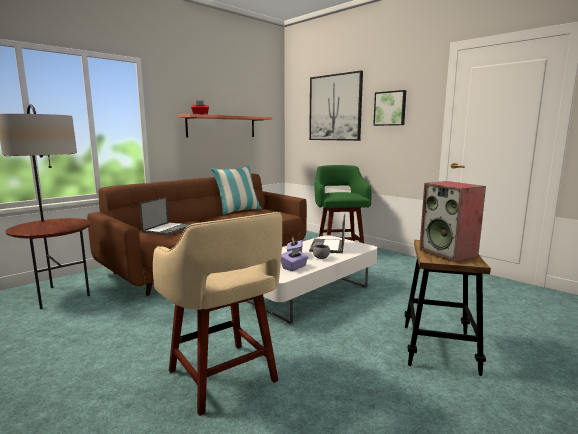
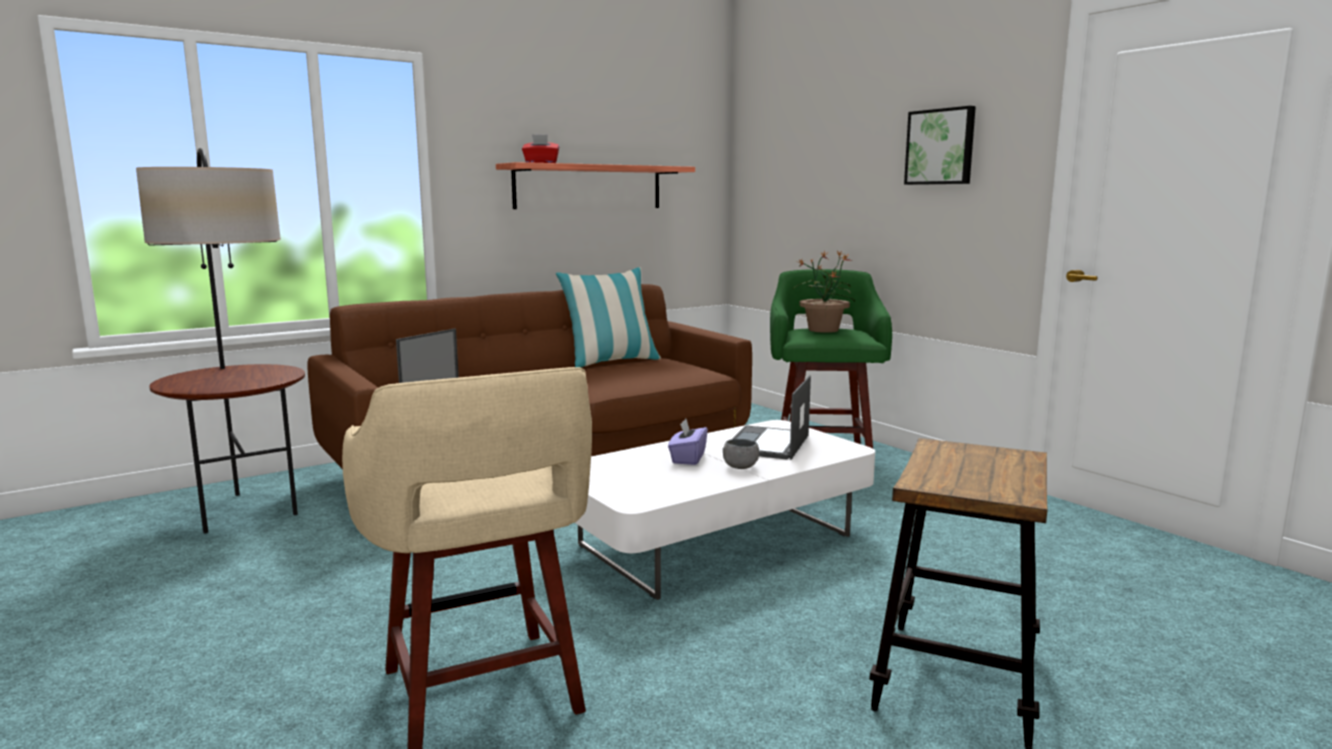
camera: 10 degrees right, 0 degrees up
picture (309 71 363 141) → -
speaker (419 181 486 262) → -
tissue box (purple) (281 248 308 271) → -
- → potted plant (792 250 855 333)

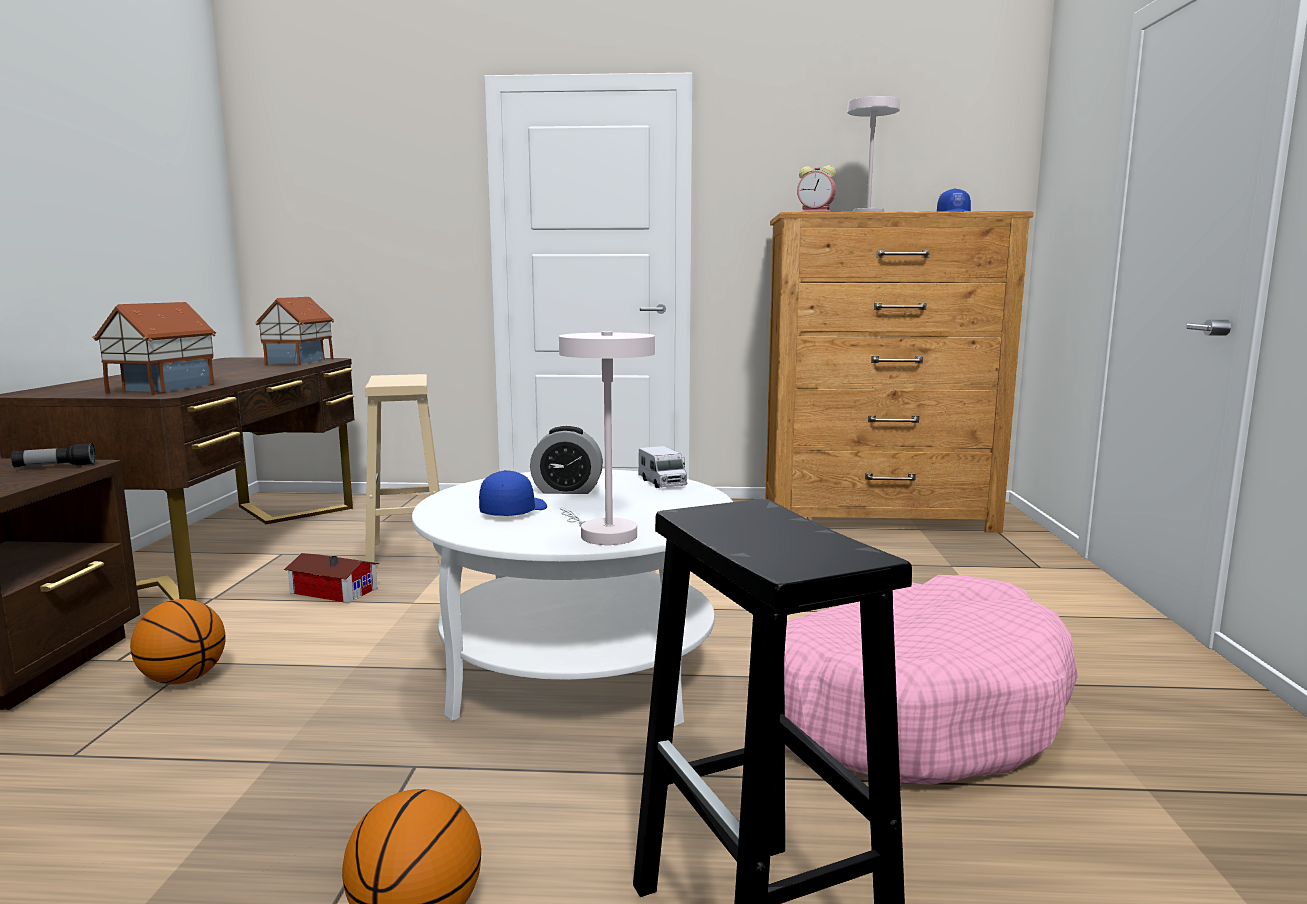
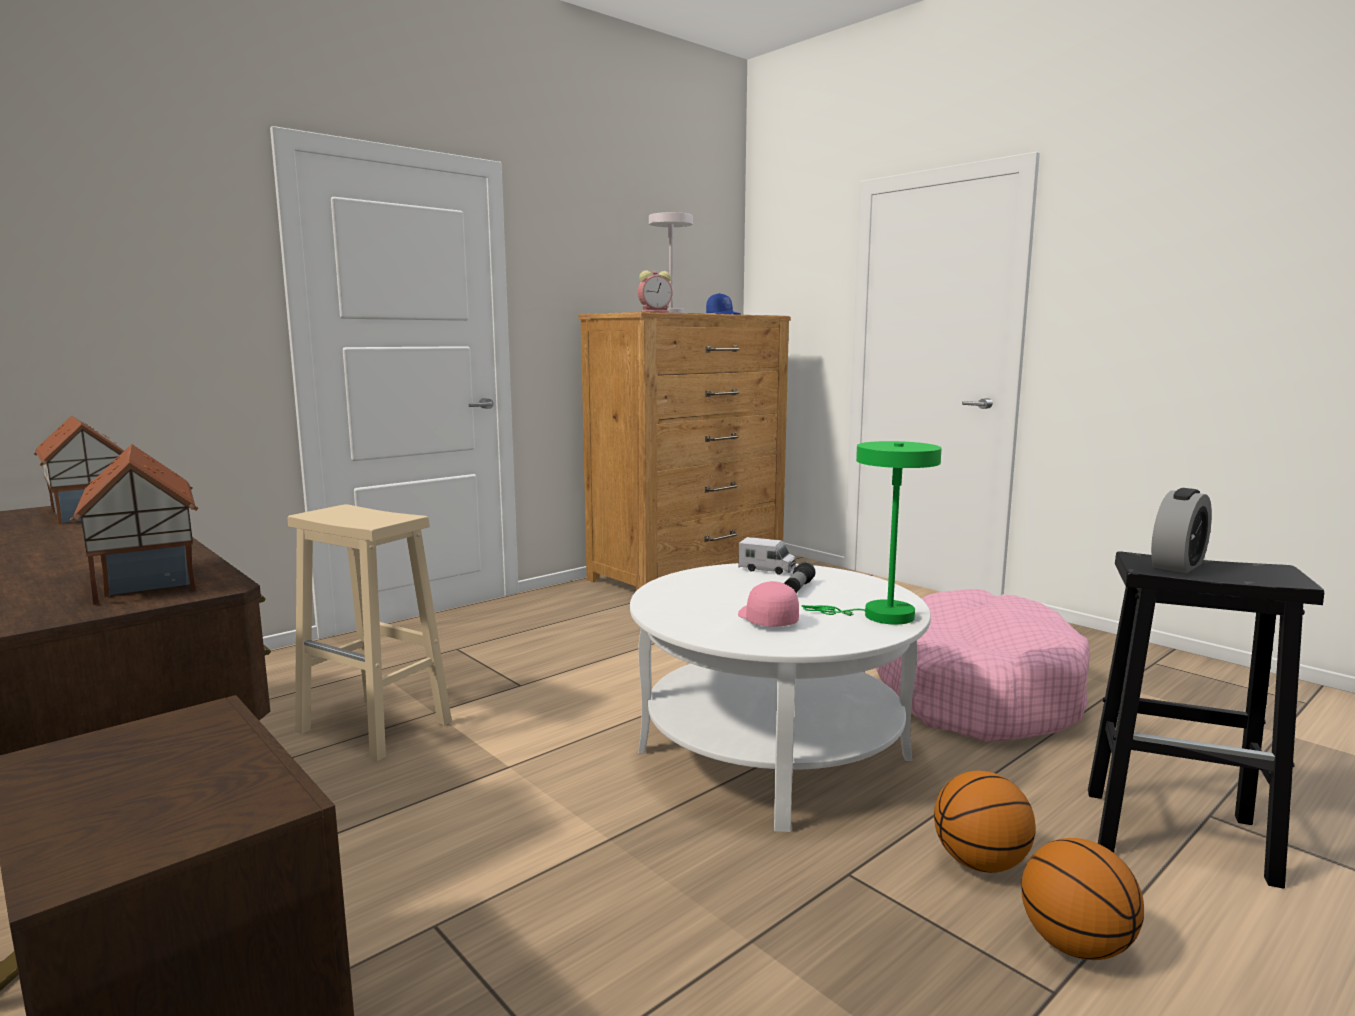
camera: 45 degrees left, 0 degrees up
table lamp (white) (559 331 655 545) → table lamp (green) (802 441 942 625)
alarm clock (530 426 603 494) → alarm clock (1151 488 1212 573), moved
flashlight (11 443 95 467) → flashlight (784 562 816 593), moved
cap (blue) (479 470 547 516) → cap (pink) (738 581 799 627)
toy house (284 553 379 603) → -
basketball (130 599 226 684) → basketball (934 771 1036 873), moved

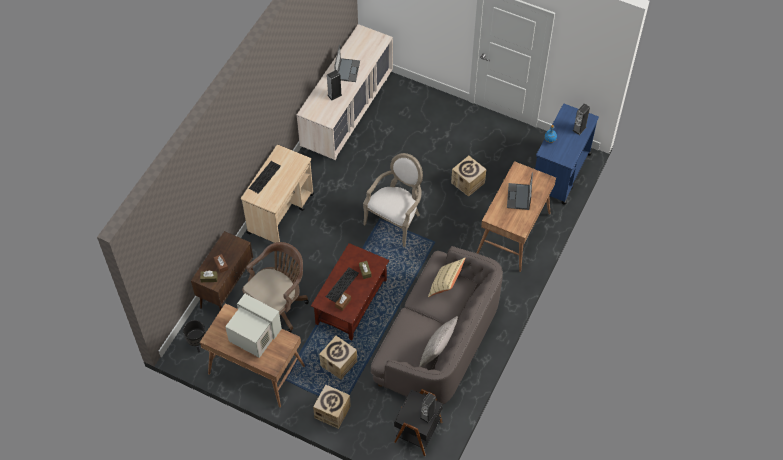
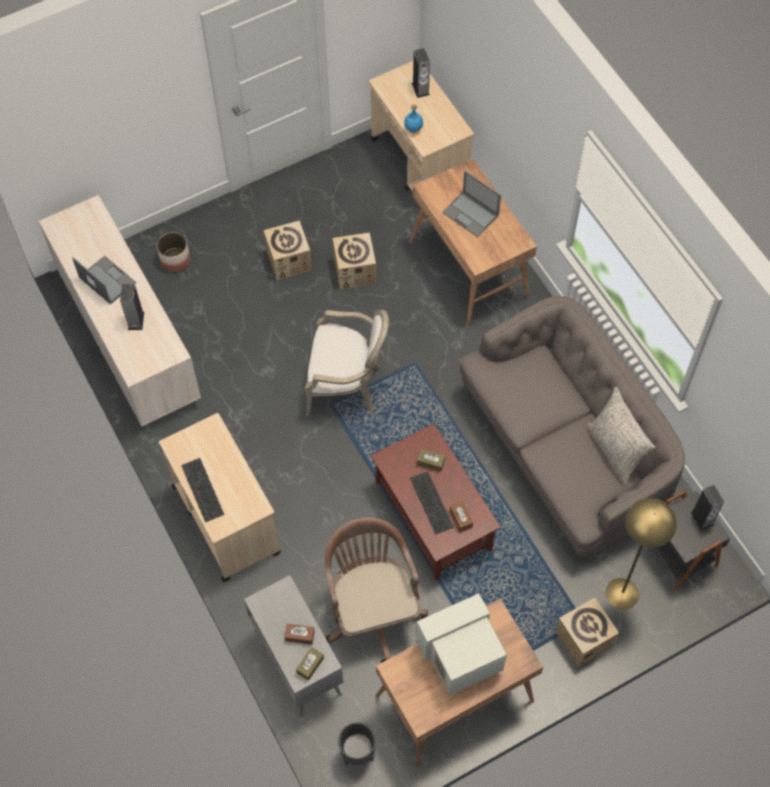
camera: 55 degrees left, 5 degrees up
cart (blue) (535 104 599 205) → cart (beige) (369 61 474 192)
armchair (363 153 423 247) → armchair (305 309 389 416), 120 degrees clockwise
cabinet (brown) (191 231 253 310) → cabinet (grey) (244 575 343 717)
pillow (beige) (428 258 465 297) → -
cardboard box (319 336 357 379) → cardboard box (264 220 311 280), moved
- → planter (157 232 190 272)
- → floor lamp (yellow) (606 498 677 610)

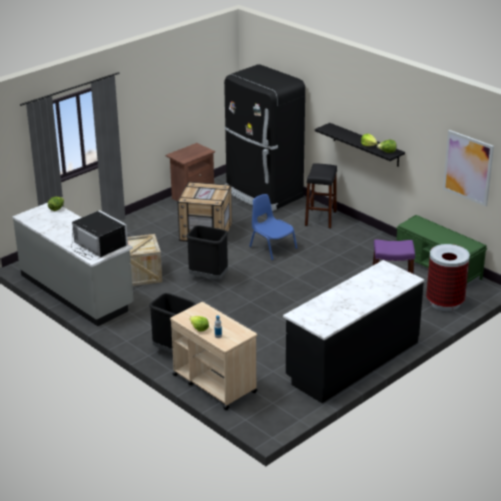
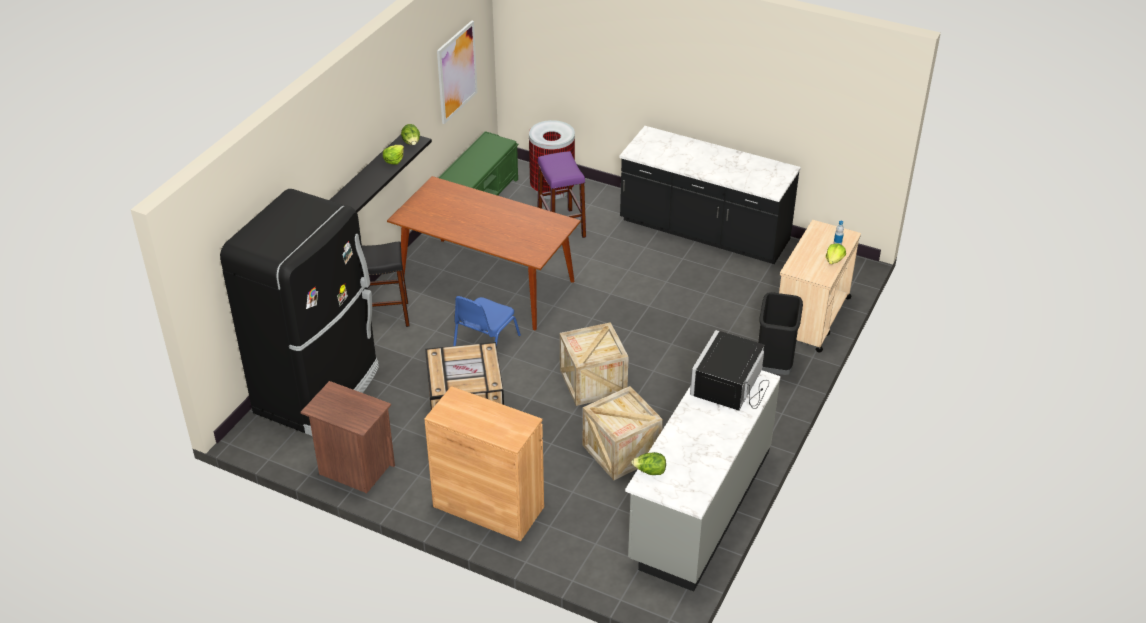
camera: 110 degrees left, 10 degrees up
trash can (black) (186 225 228 279) → crate (560 322 629 406)
- → dining table (brown) (387 176 581 331)
- → cabinet (brown) (424 386 544 541)

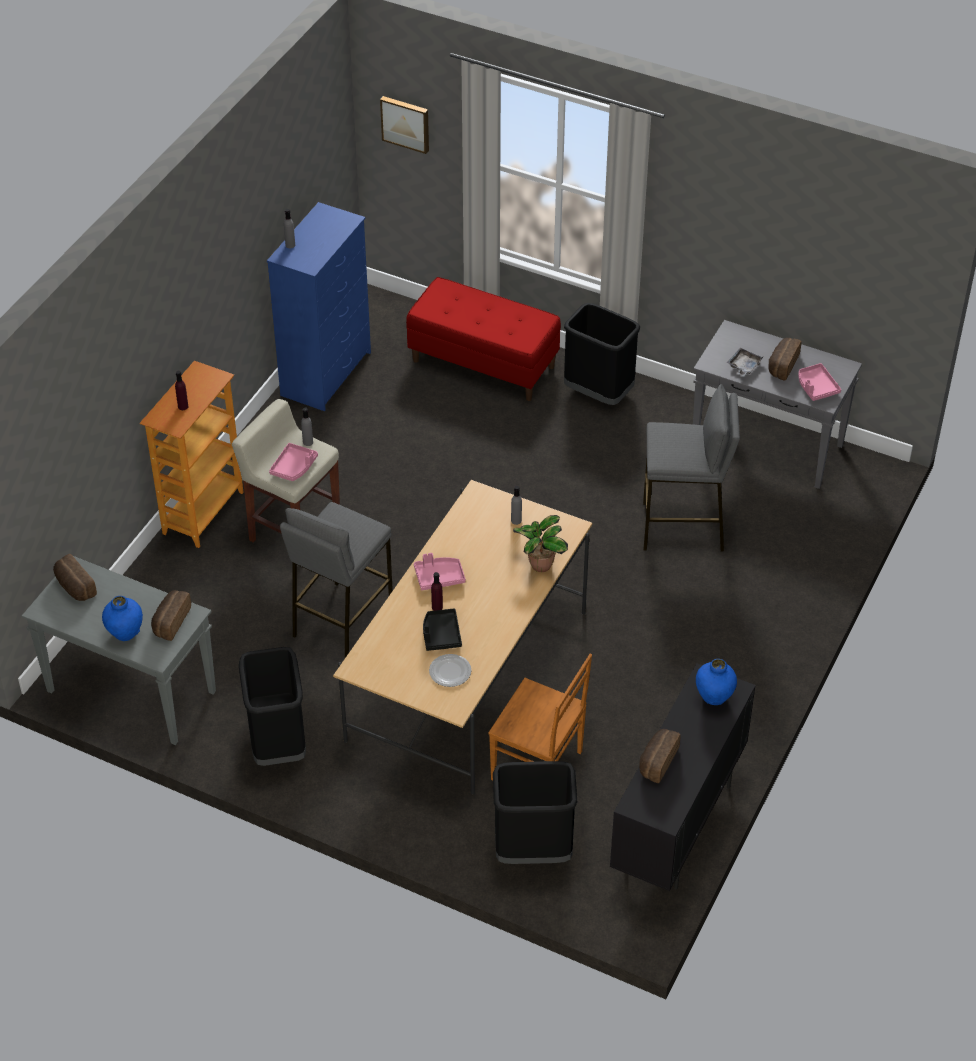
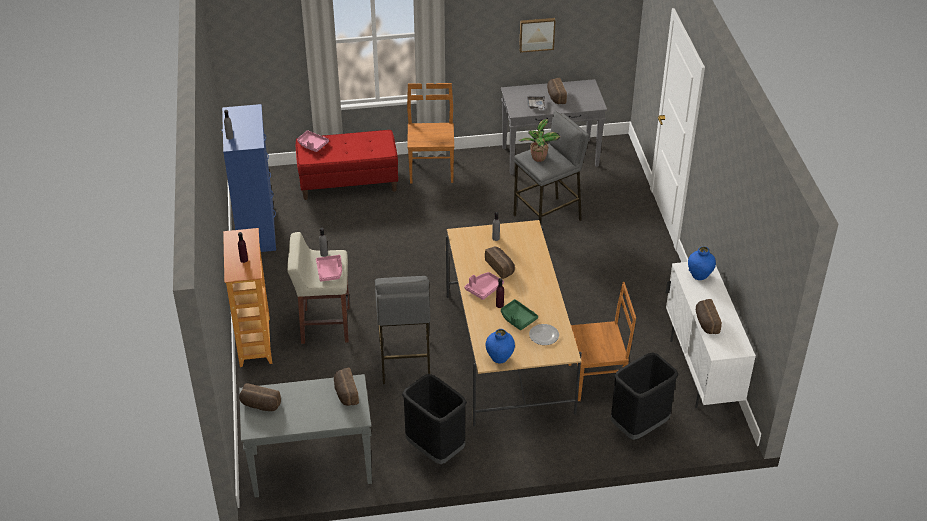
camera: 35 degrees left, 5 degrees down
picture (380 96 429 154) → picture (519 18 556 53), moved
trash can (black) (564 303 640 405) → chair (brown) (407 83 454 183)
tray (pink) (798 363 841 401) → tray (pink) (297 130 329 152), moved
potted plant (513 515 568 572) → potted plant (519 119 560 162), moved
vase (blue) (102 596 143 641) → vase (blue) (486 329 515 363), moved
tray (black) (423 608 462 651) → tray (green) (501 299 538 330)
cabinet (black) (610 664 756 891) → cabinet (white) (666 262 756 408)
- → bread (485 247 515 279)

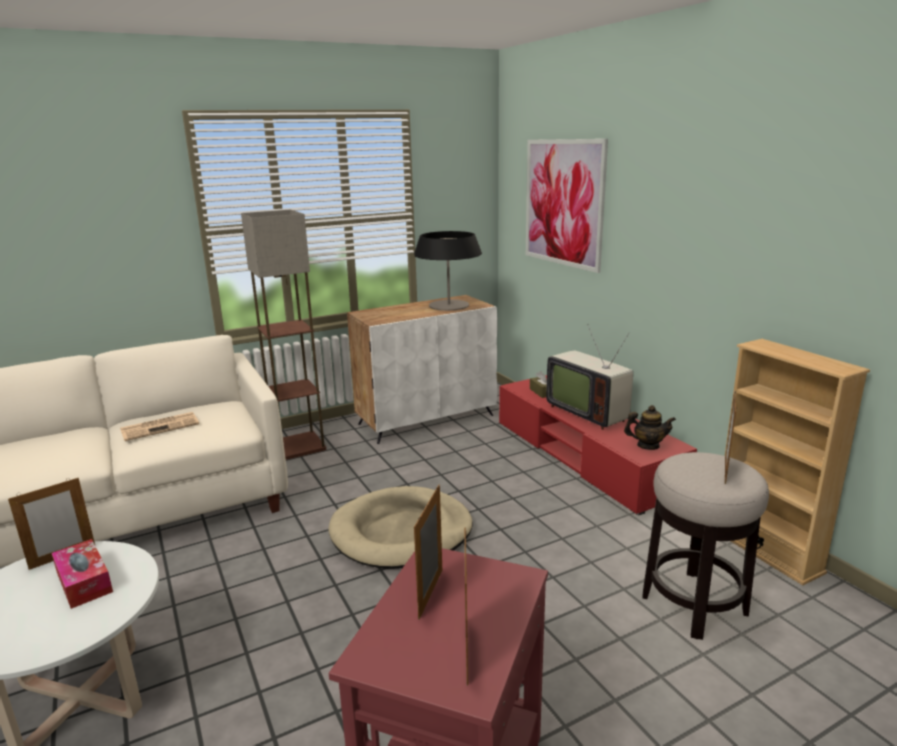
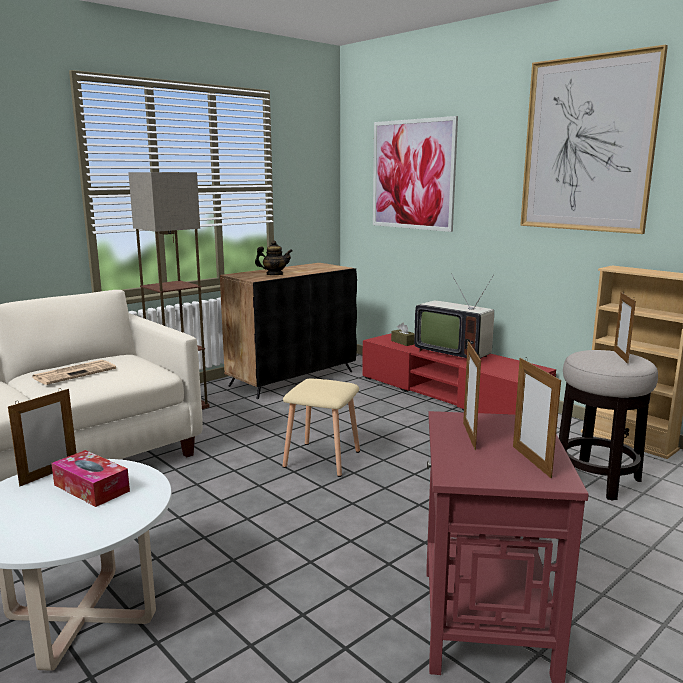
camera: 15 degrees left, 5 degrees down
table lamp (414 231 482 311) → -
cabinet (white) (347 295 497 444) → cabinet (black) (220 263 357 399)
teapot (624 405 676 450) → teapot (255 240 292 275), moved
dog bed (beige) (328 486 473 569) → stool (beige) (283 378 360 477)
- → picture (520 45 668 234)

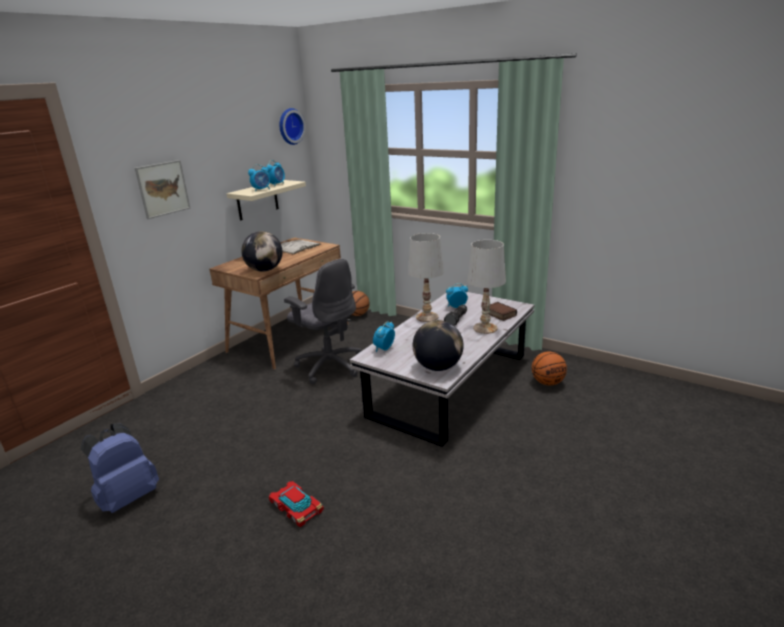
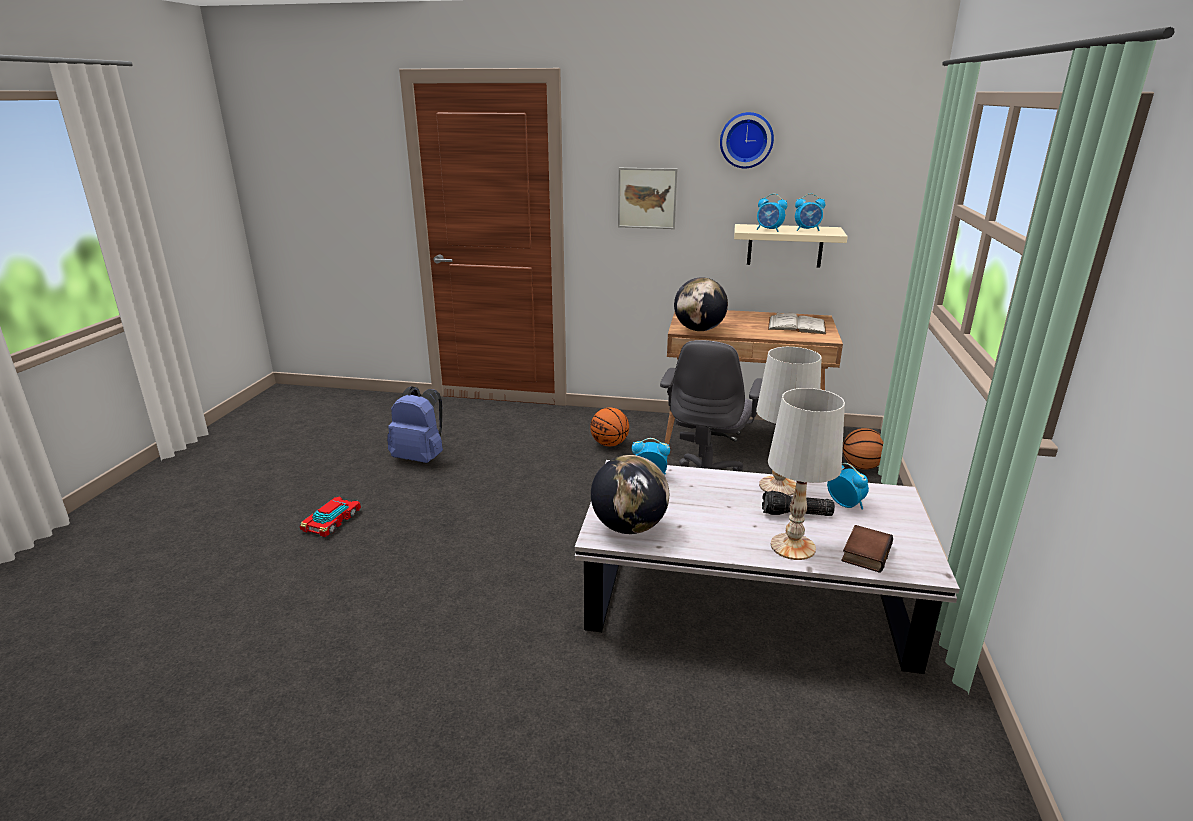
camera: 65 degrees right, 0 degrees up
wall clock (280 108 306 145) → wall clock (720 112 774 169), moved
basketball (532 351 567 386) → basketball (590 407 629 446), moved
toy car (269 481 324 527) → toy car (300 497 361 537), moved

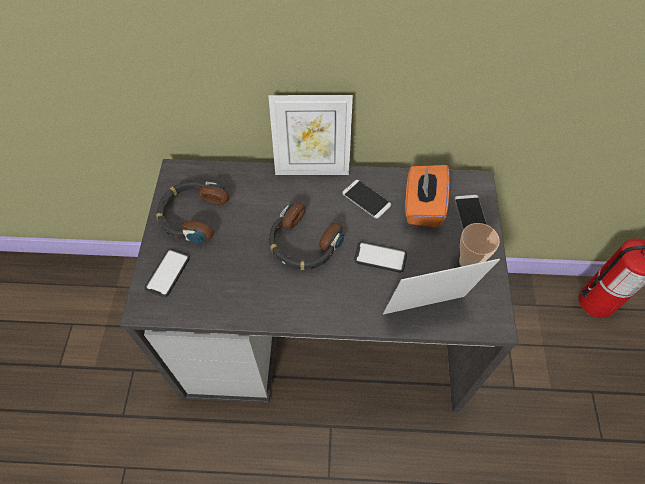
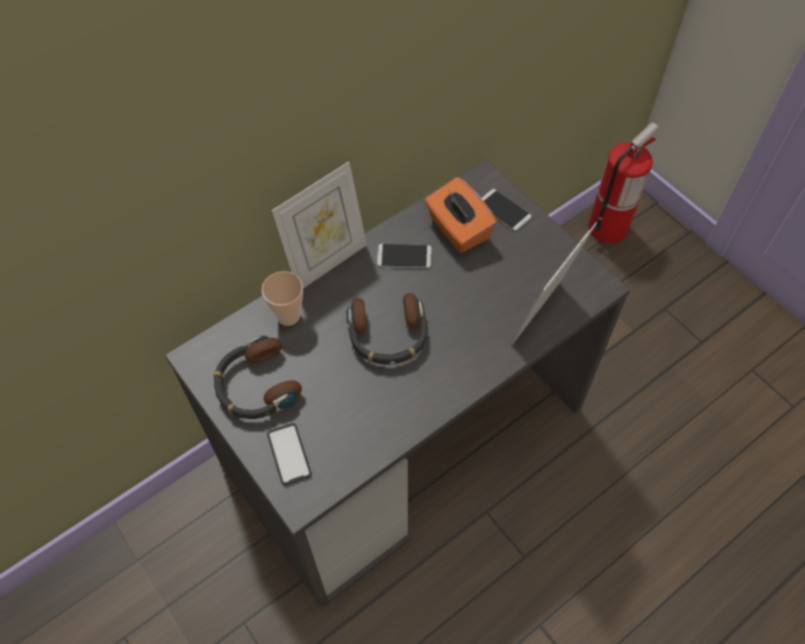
camera: 40 degrees left, 0 degrees up
cup (459 223 500 267) → cup (262 271 303 326), moved
phone (354 241 407 273) → -

